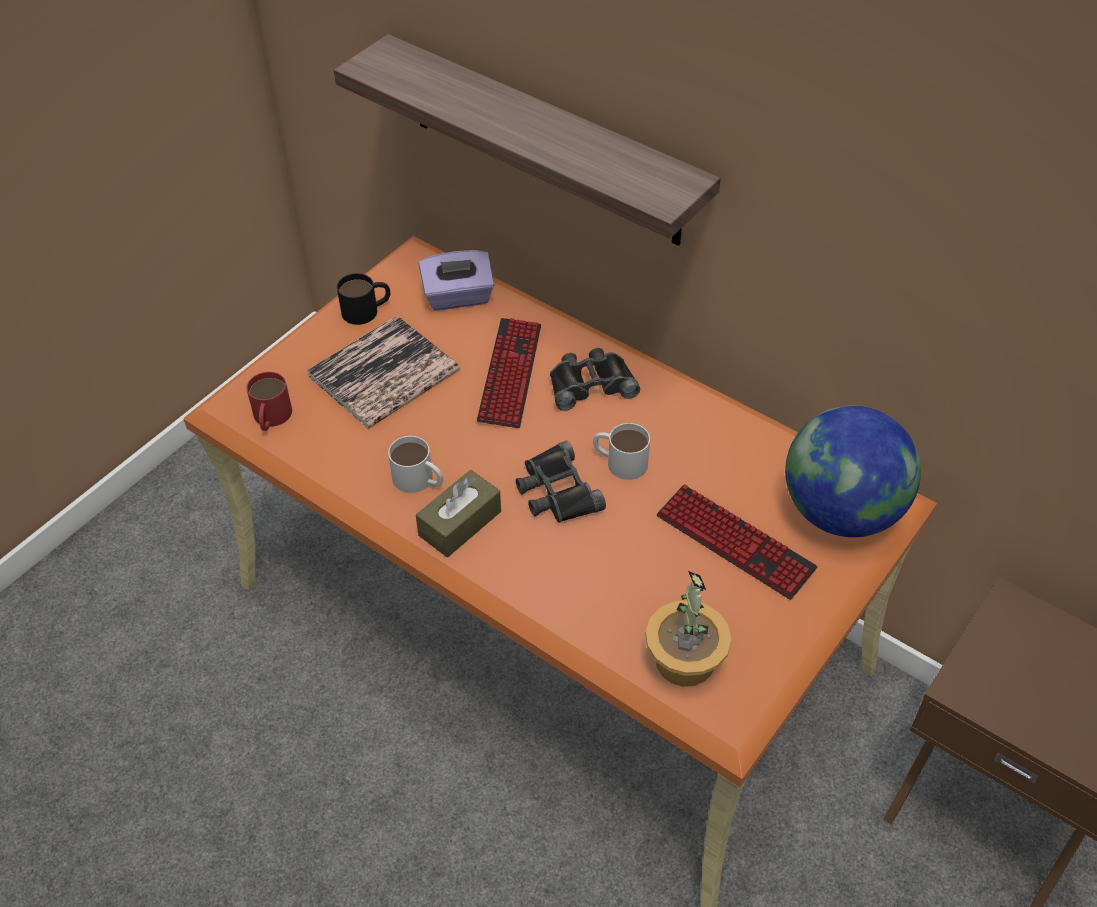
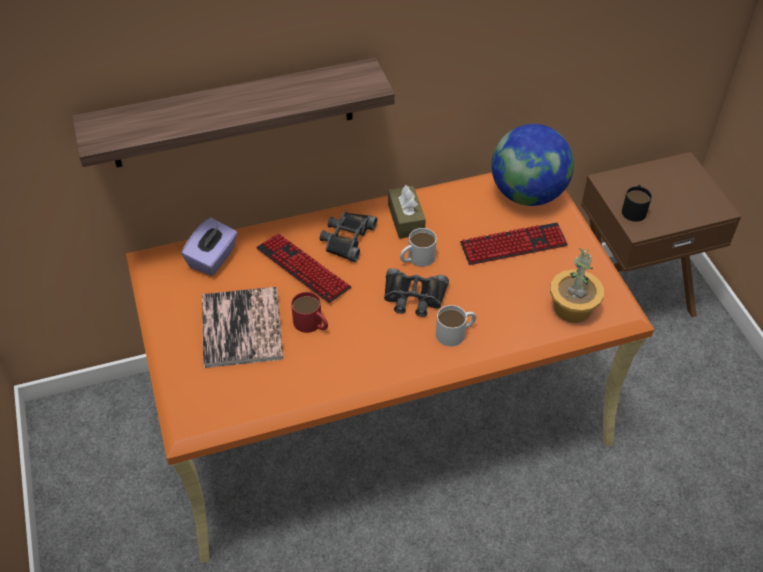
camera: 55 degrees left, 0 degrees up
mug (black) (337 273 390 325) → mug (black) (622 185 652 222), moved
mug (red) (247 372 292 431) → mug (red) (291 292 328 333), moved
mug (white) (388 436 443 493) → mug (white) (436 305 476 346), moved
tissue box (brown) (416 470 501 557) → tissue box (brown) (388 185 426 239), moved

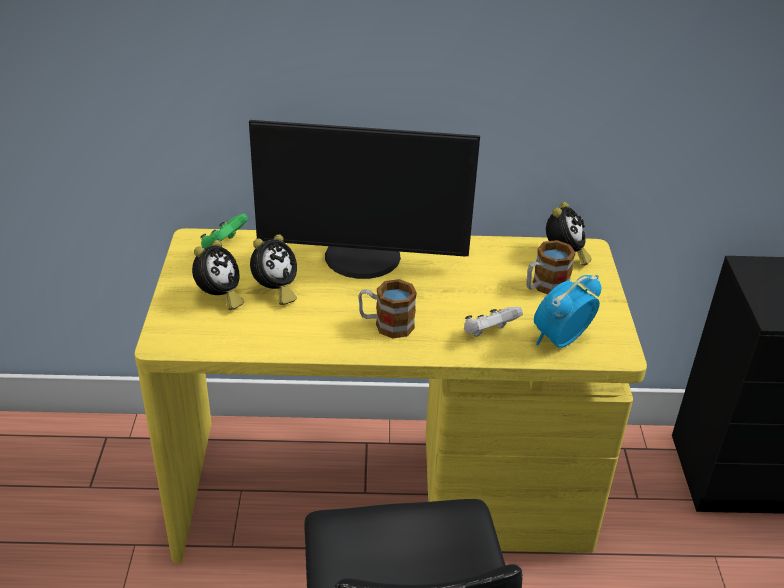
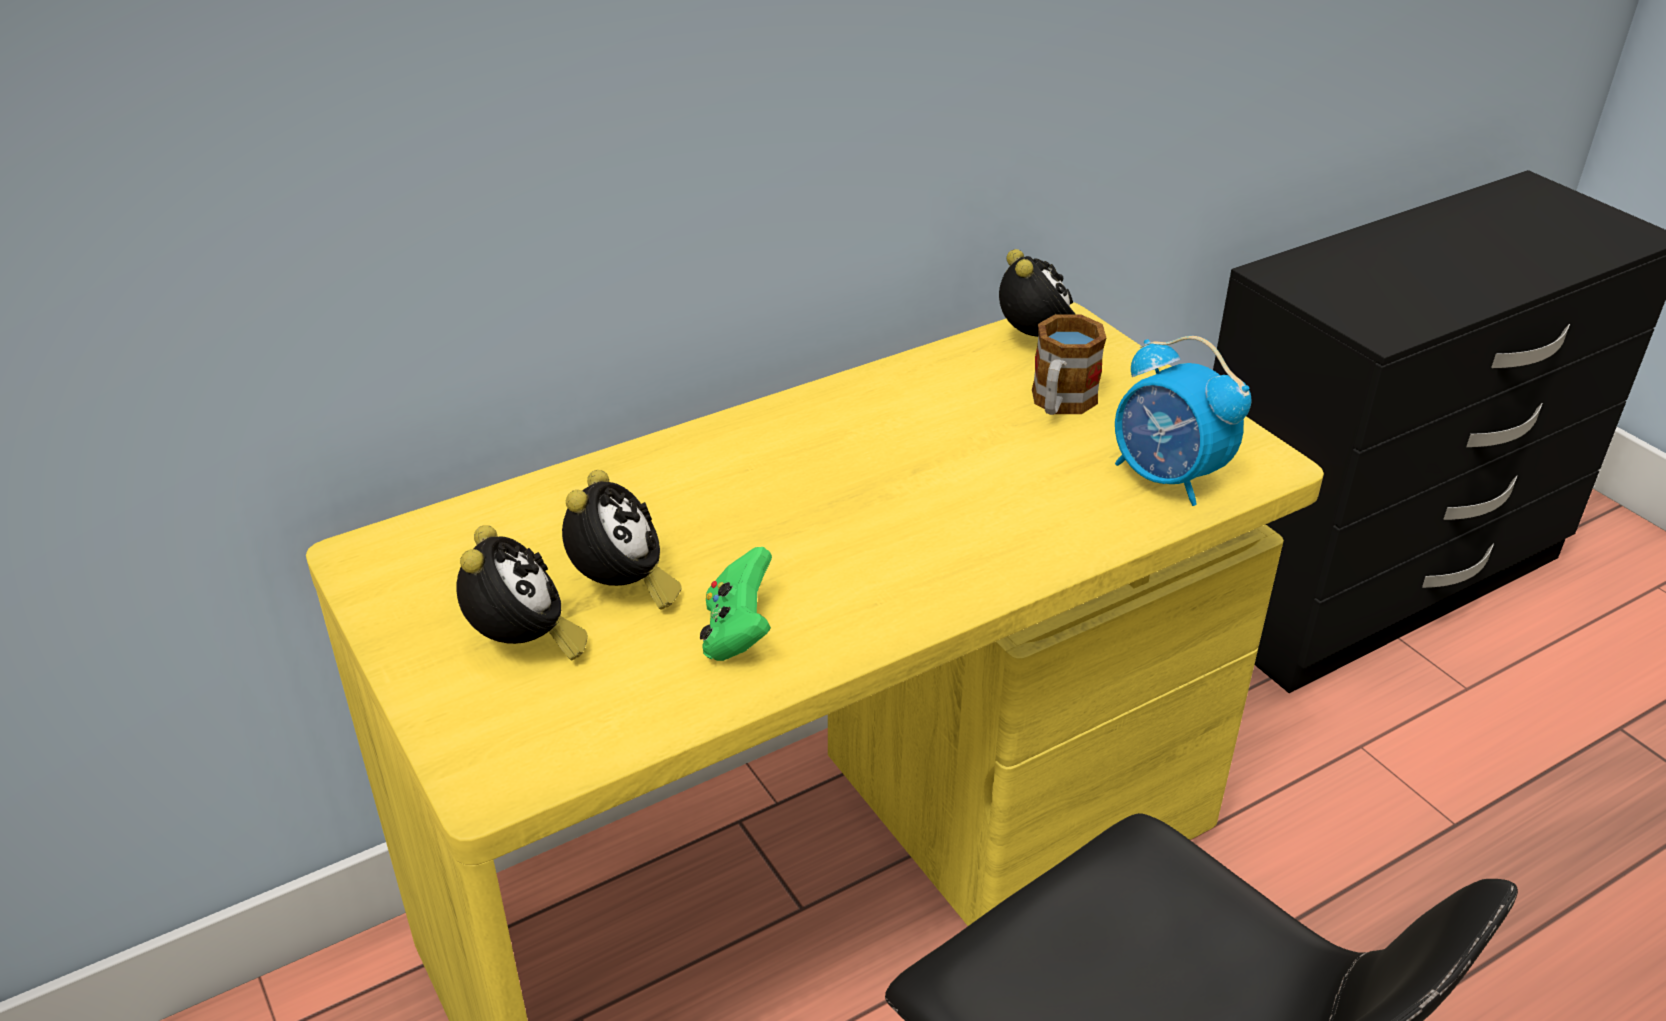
camera: 30 degrees left, 0 degrees up
monitor (249 120 480 279) → -
game controller (green) (200 213 248 249) → game controller (green) (700 547 772 661), moved
alarm clock (534 275 601 348) → alarm clock (1115 336 1252 506), 60 degrees counterclockwise
mug (358 279 417 339) → -
game controller (white) (464 307 523 337) → -

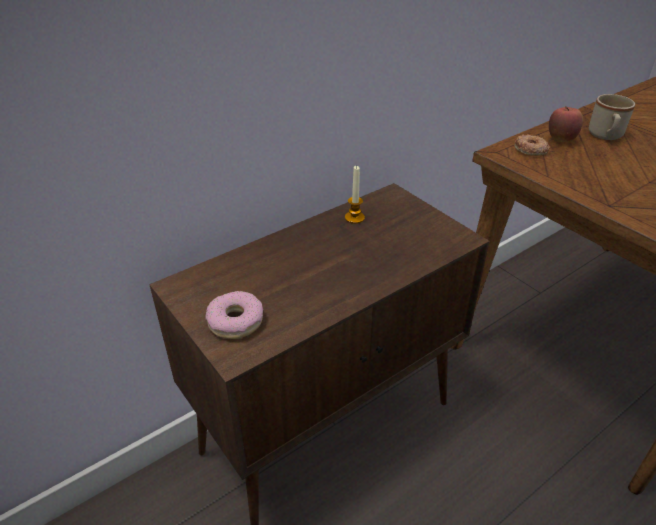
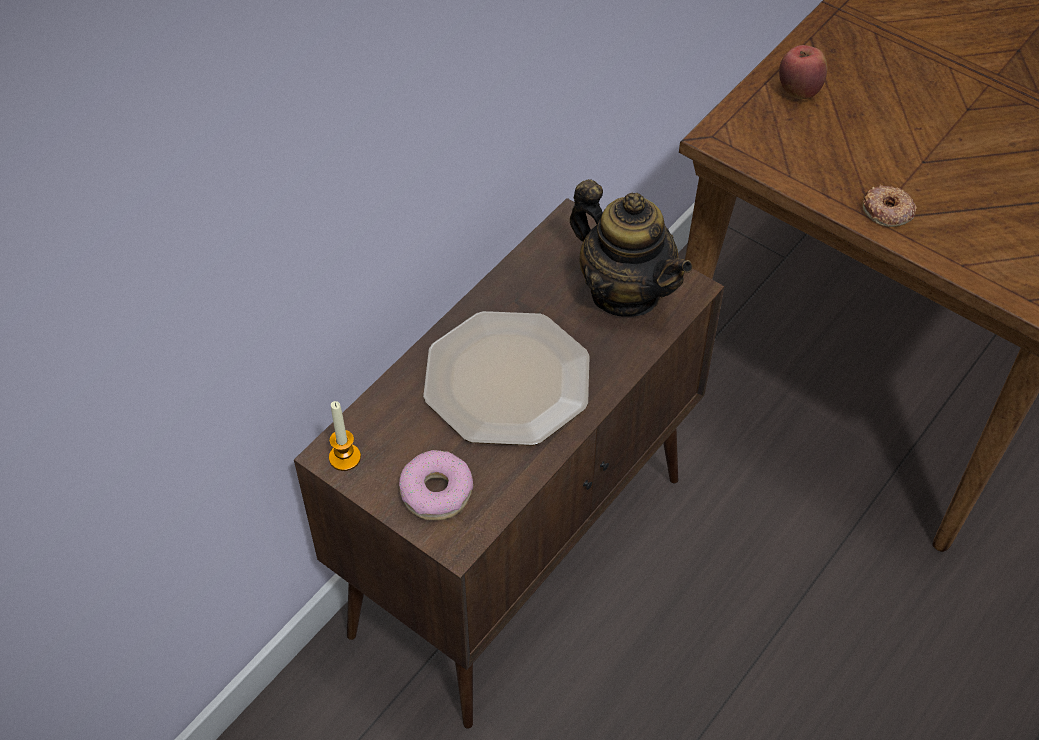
camera: 15 degrees left, 15 degrees up
mug (beige) (589 94 635 140) → -
donut (514 134 550 156) → donut (862 184 917 227), moved
candle (345 166 365 224) → candle (329 401 361 471), moved
- → teapot (570 179 692 317)
- → plate (423 311 590 446)

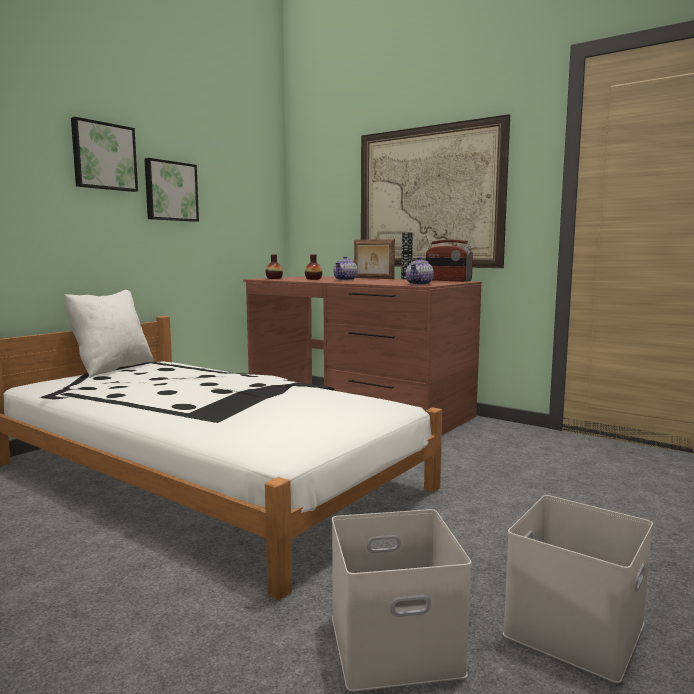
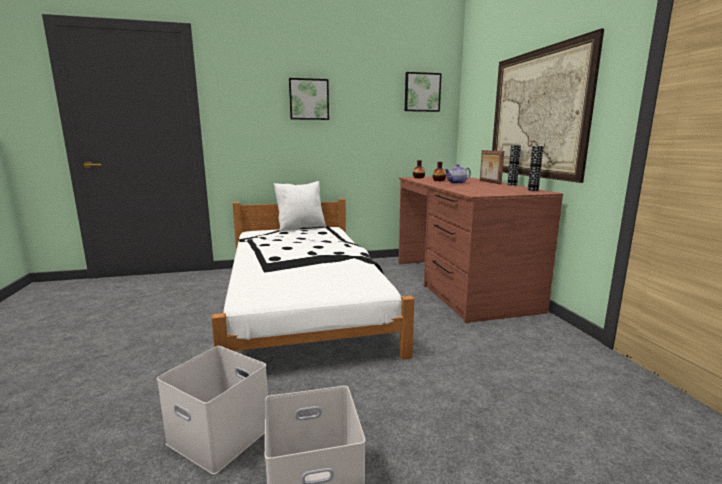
camera: 40 degrees right, 5 degrees up
picture (144 158 199 222) → picture (405 72 442 112), moved
radio (426 240 473 282) → vase (528 146 543 191)
teapot (406 257 434 285) → -

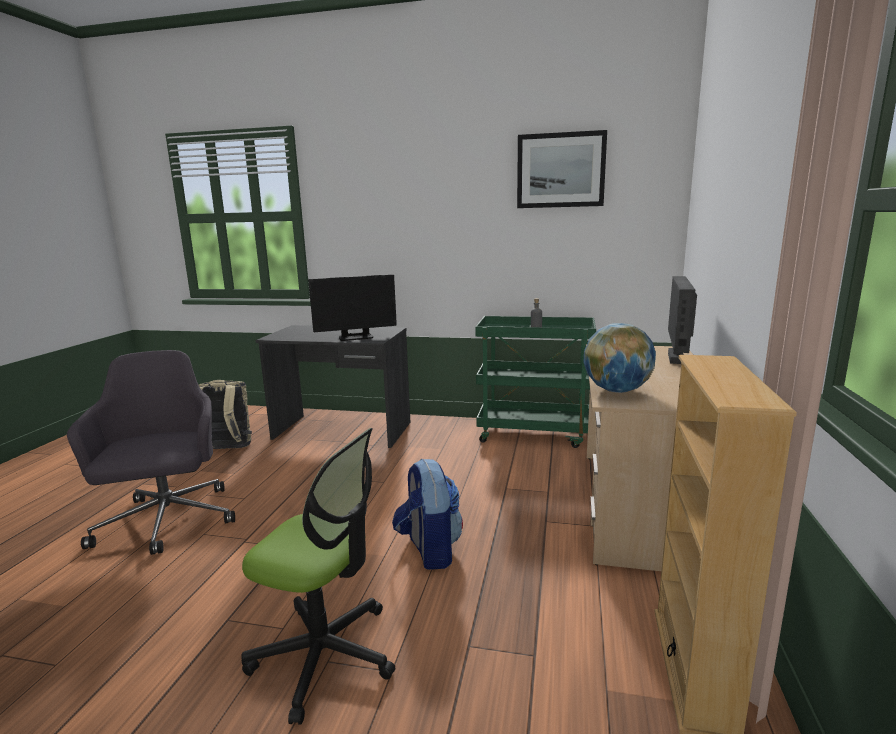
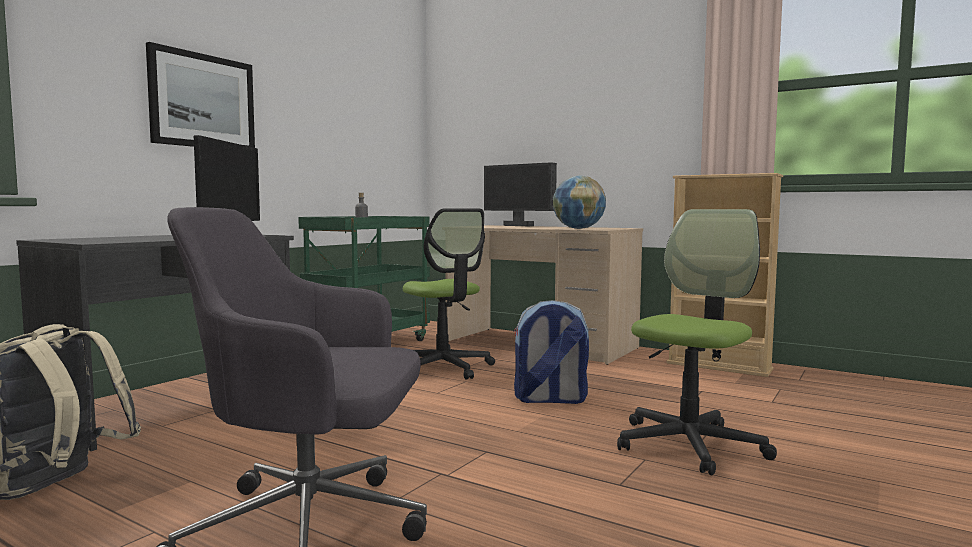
camera: 70 degrees left, 10 degrees down
picture (517 130 607 208) → picture (146 42 255 148), moved
- → office chair (403 208 495 380)

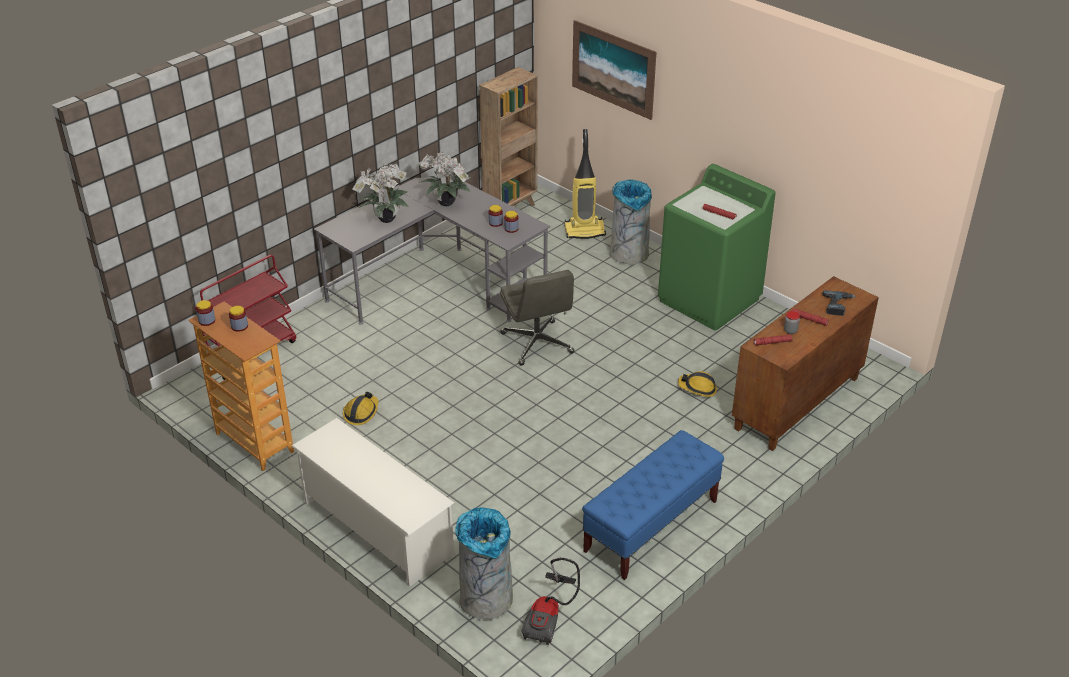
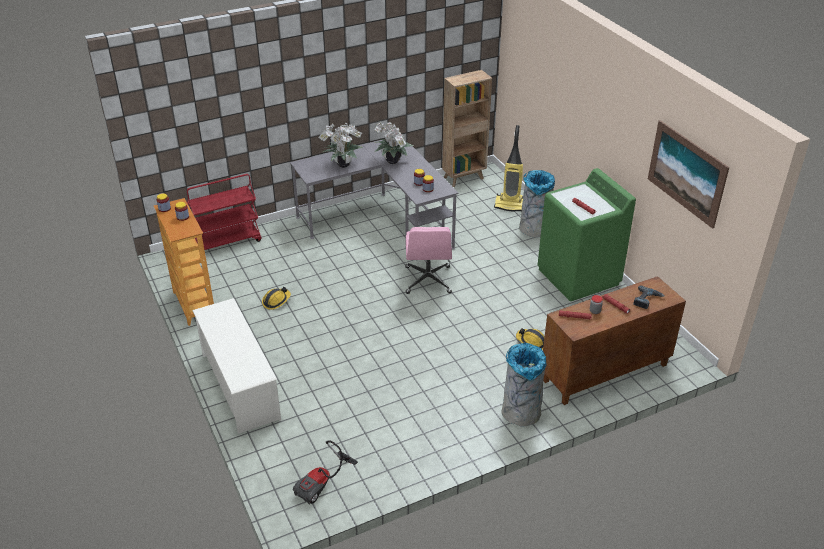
camera: 20 degrees right, 0 degrees up
picture (572 20 657 120) → picture (648 120 729 229), moved
office chair (grey) (500 270 574 366) → office chair (pink) (405 227 452 294)
bench (blue) (582 430 724 580) → -
trash can (grey) (455 507 513 619) → trash can (grey) (502 343 547 426), moved

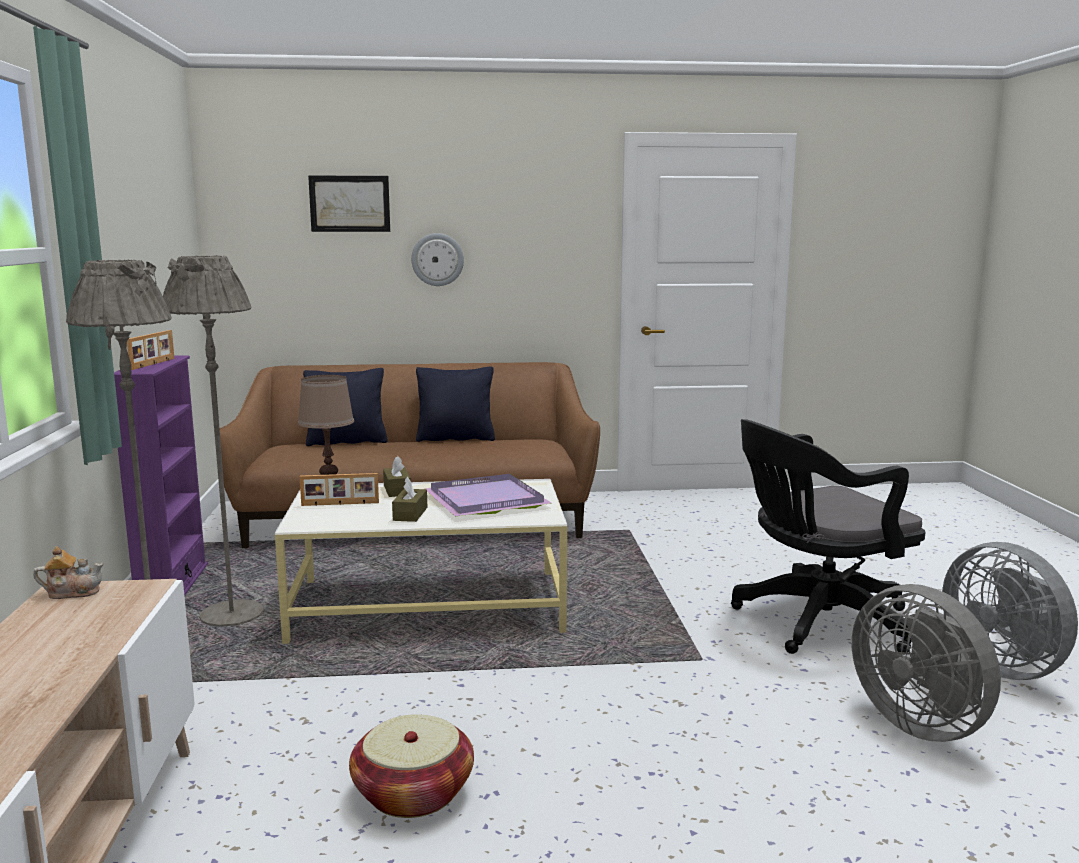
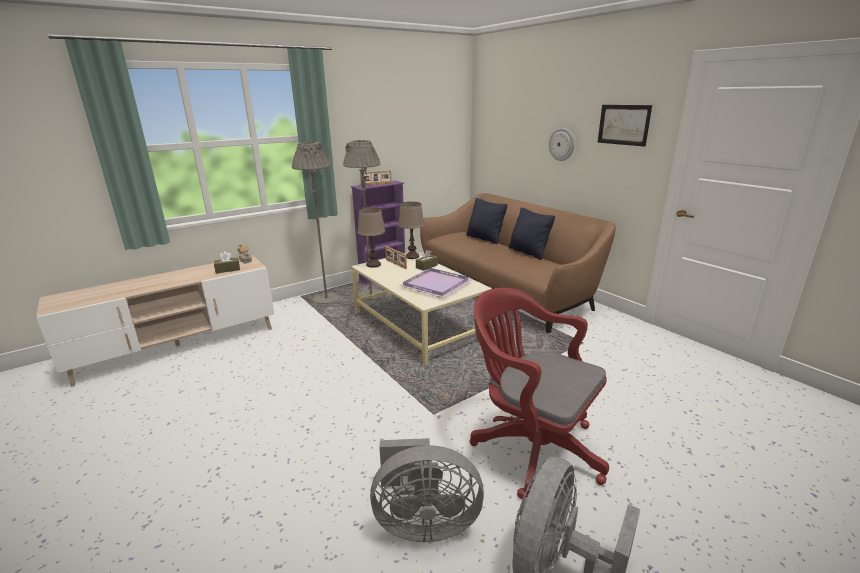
camera: 60 degrees right, 10 degrees up
picture (308 176 390 232) → picture (598 105 652 147), moved
office chair (black) (731 419 925 655) → office chair (red) (469 288 609 499)
tissue box (brown) (392 477 427 522) → tissue box (brown) (214 251 240 274), moved
fan (grey) (852 584 1001 742) → fan (grey) (370 438 484 542), 120 degrees counterclockwise
basket (349 714 474 818) → -
- → table lamp (brown) (358 207 385 268)

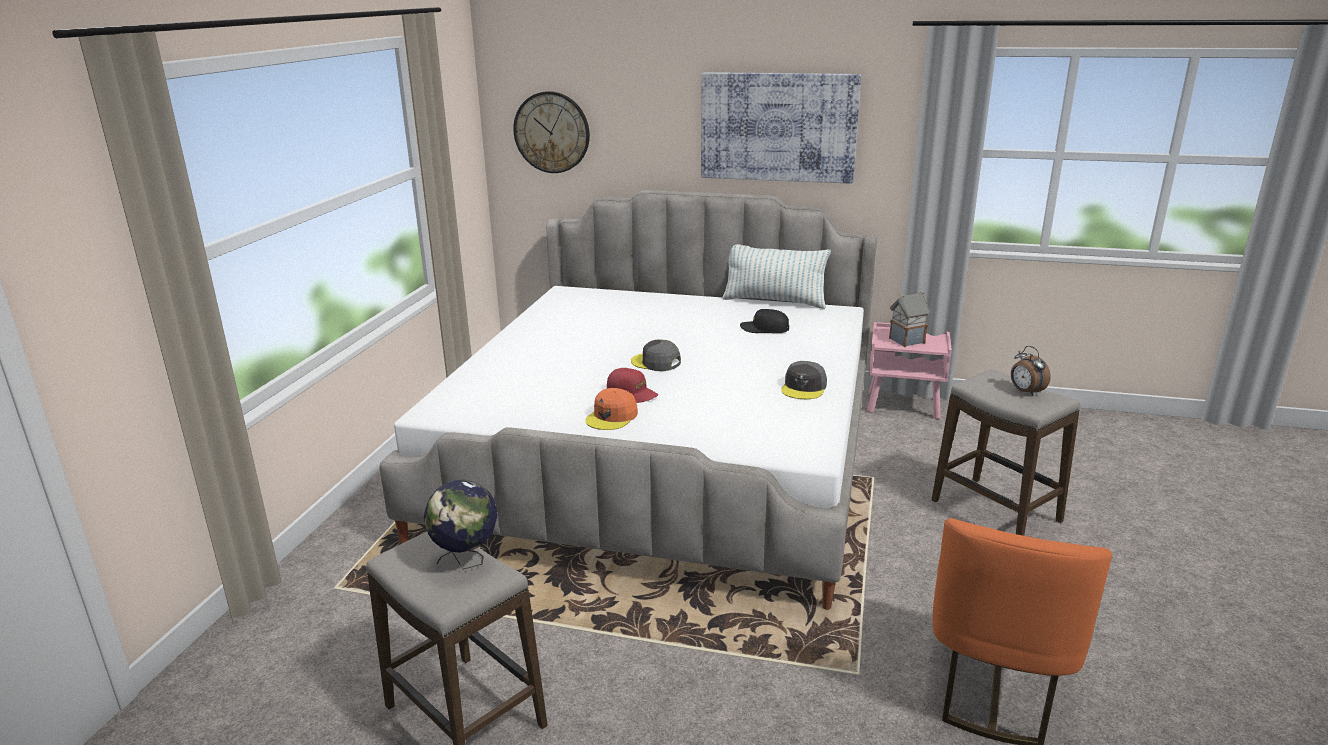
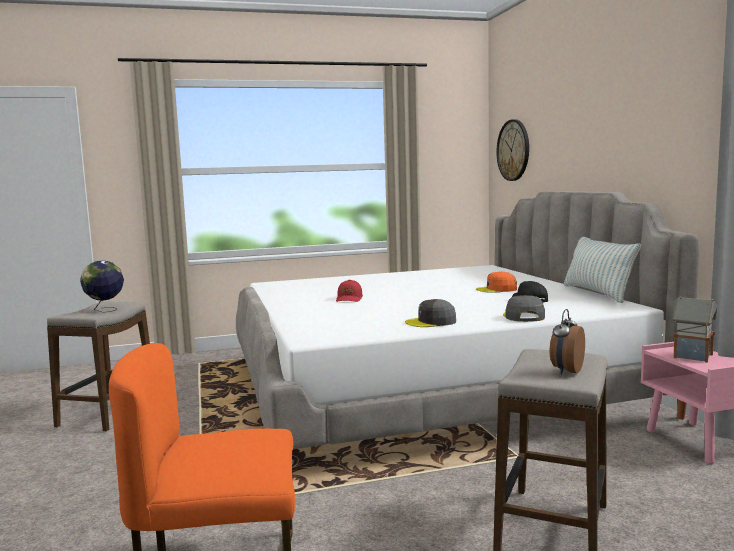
camera: 60 degrees right, 15 degrees down
picture (701 72 861 184) → -
cap (grey) (631 340 681 371) → cap (grey) (503 295 545 322), moved
cap (orange) (585 388 638 430) → cap (orange) (476 272 517 293), moved

